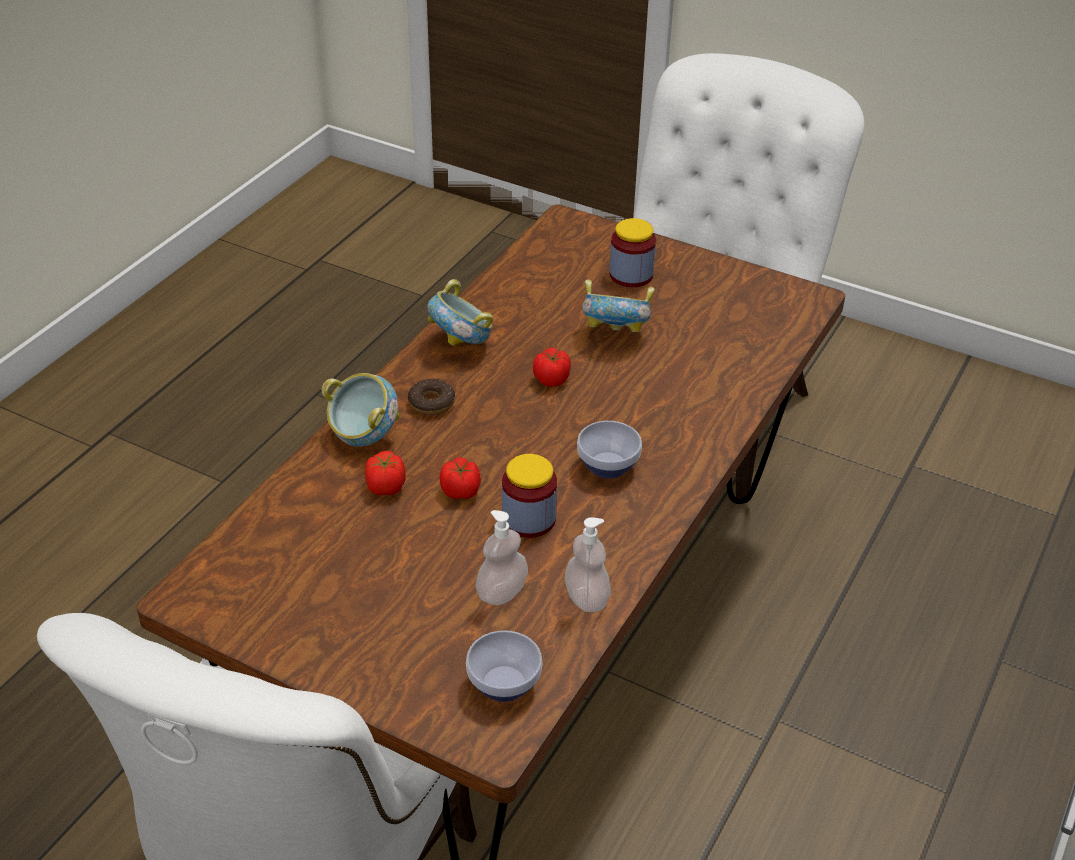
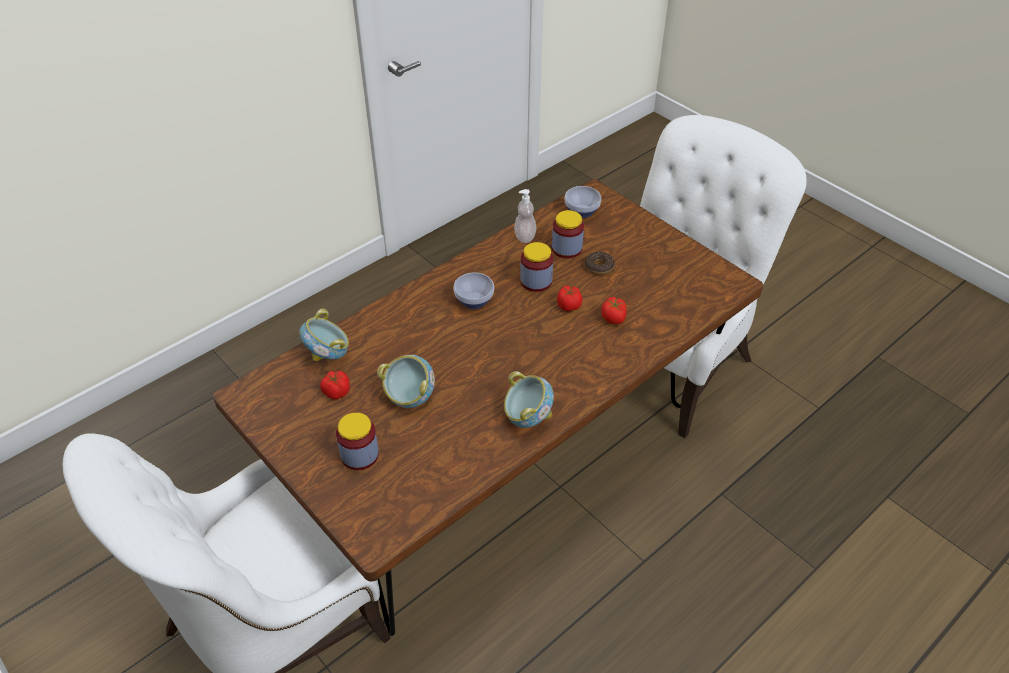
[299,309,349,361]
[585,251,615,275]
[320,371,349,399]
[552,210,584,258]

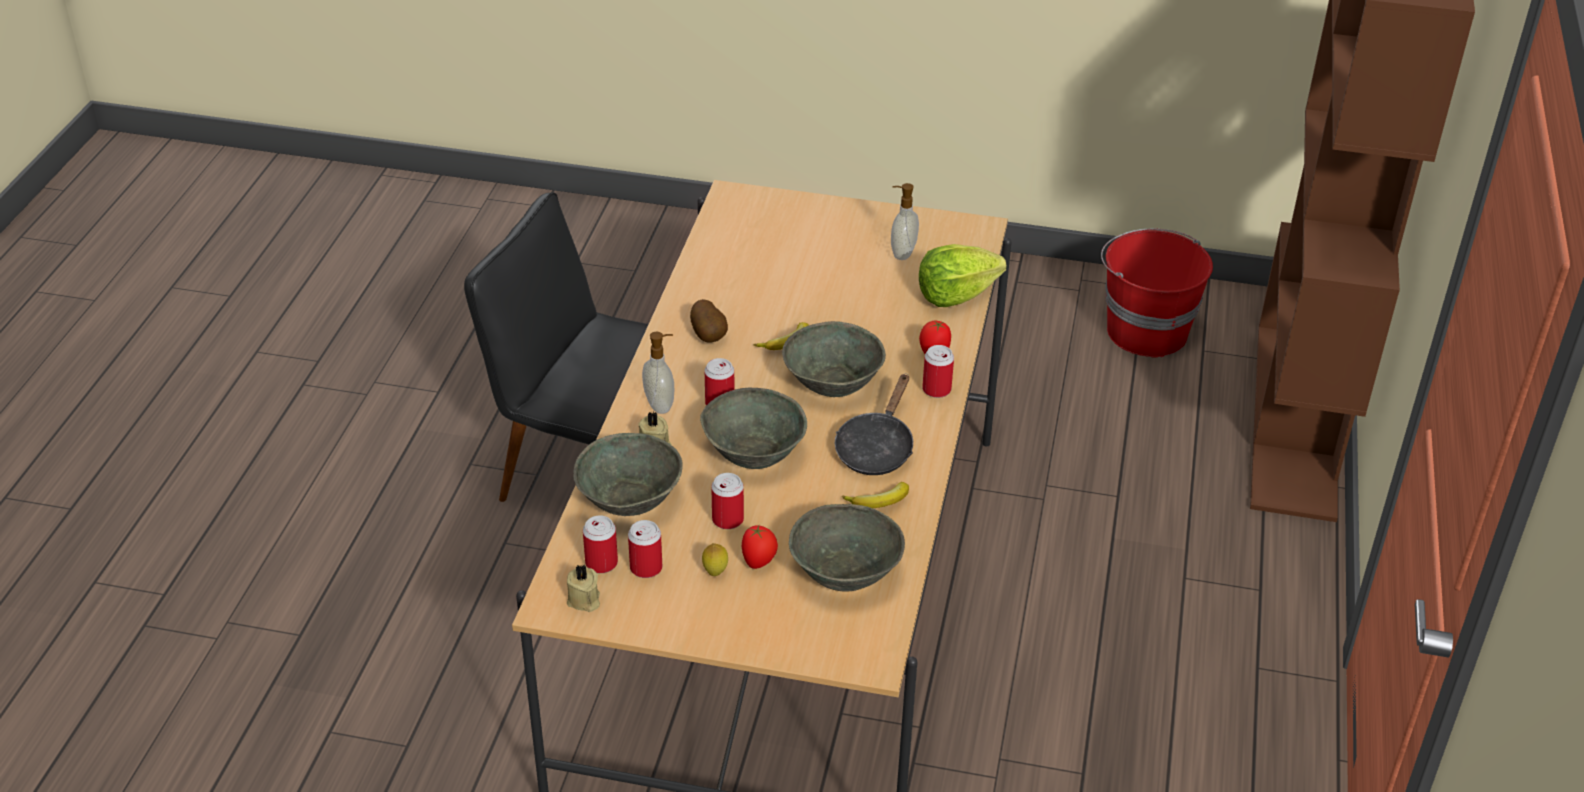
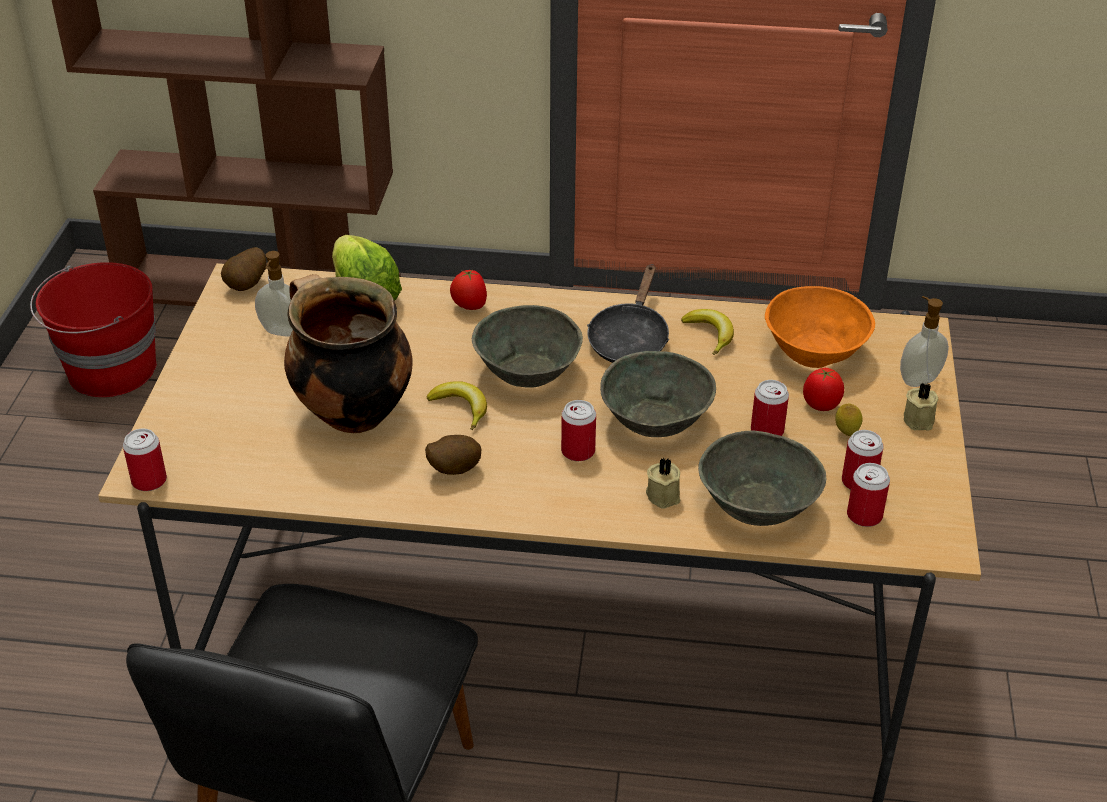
[221,247,267,291]
[284,274,413,433]
[904,382,938,431]
[900,296,949,387]
[123,429,167,491]
[765,286,875,368]
[587,264,669,363]

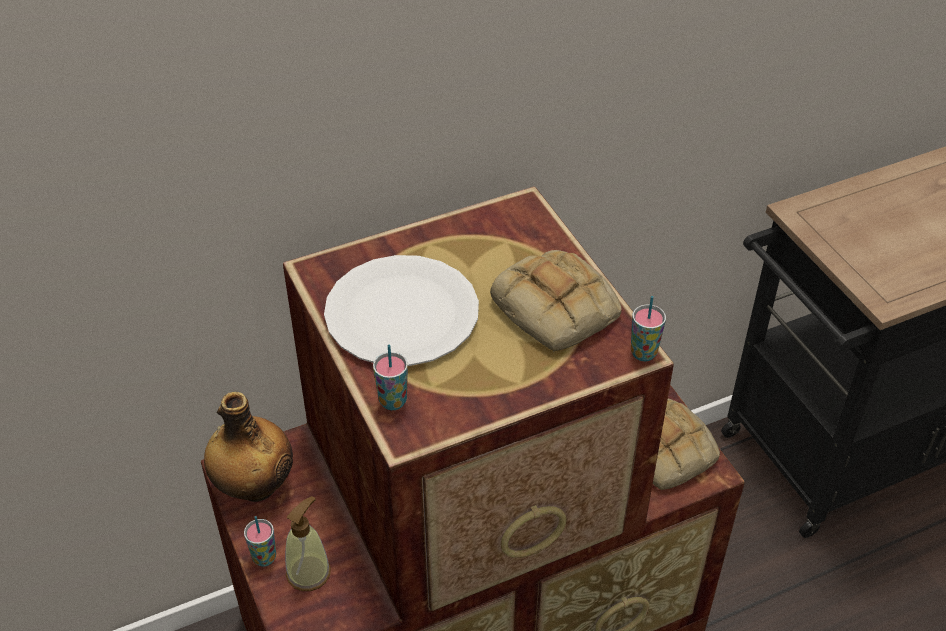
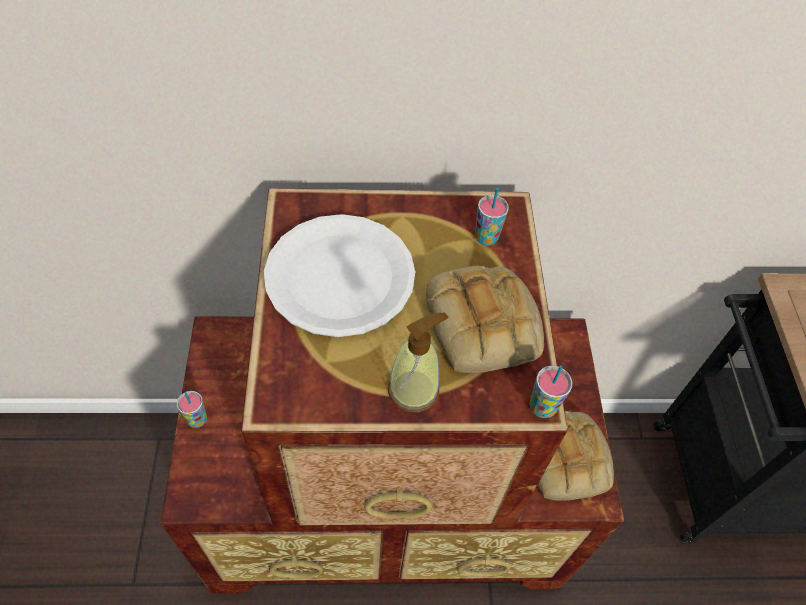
[204,392,293,502] (first image)
[388,312,448,413]
[475,188,509,246]

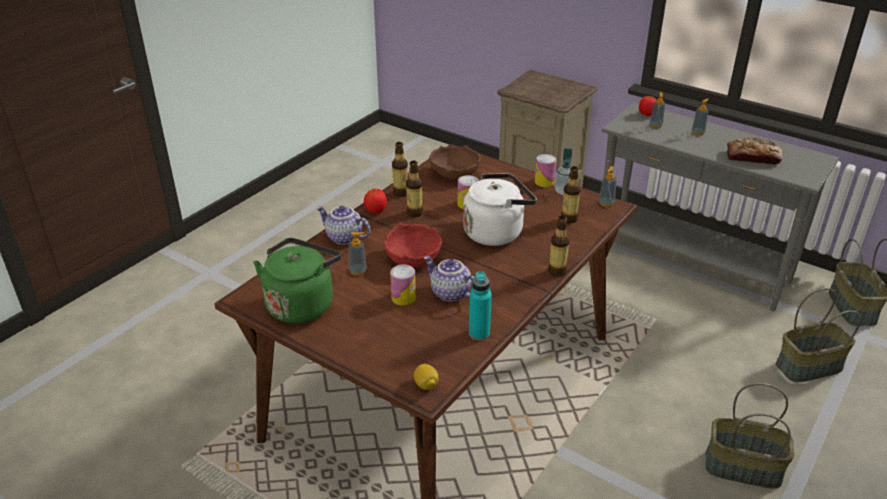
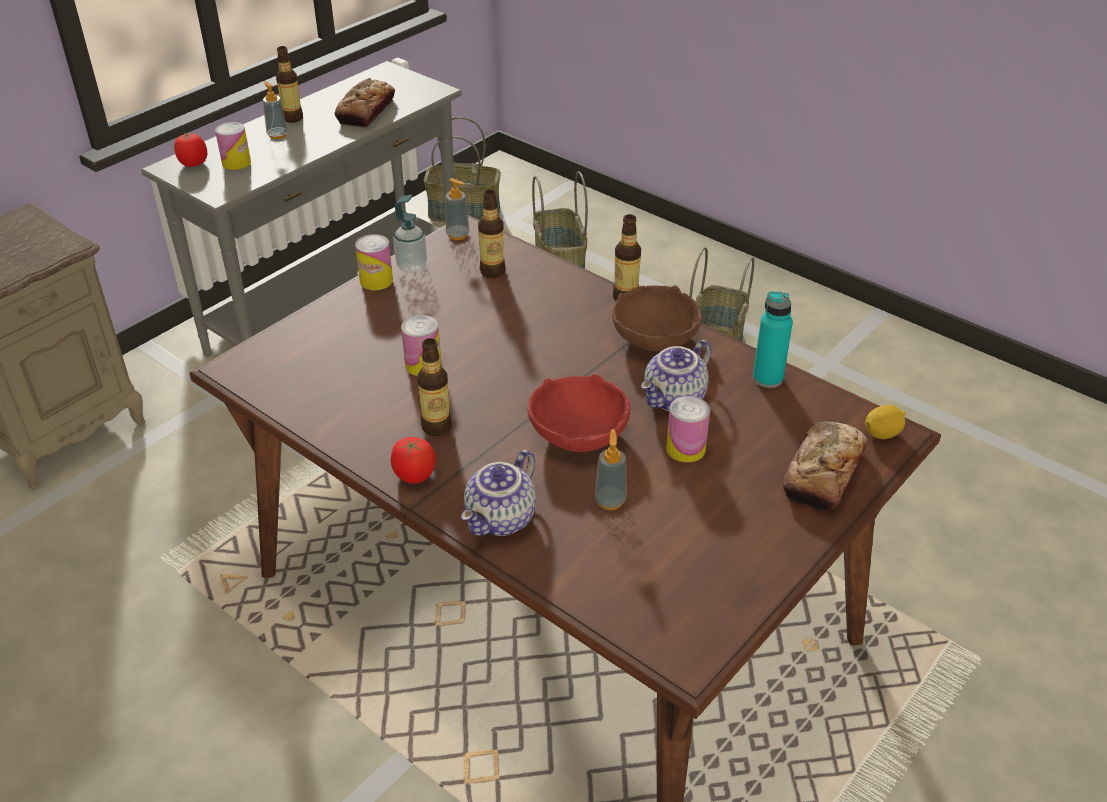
[253,238,341,324] (first image)
[463,173,537,246] (first image)
[783,421,868,514]
[276,46,303,123]
[612,285,703,351]
[215,122,251,170]

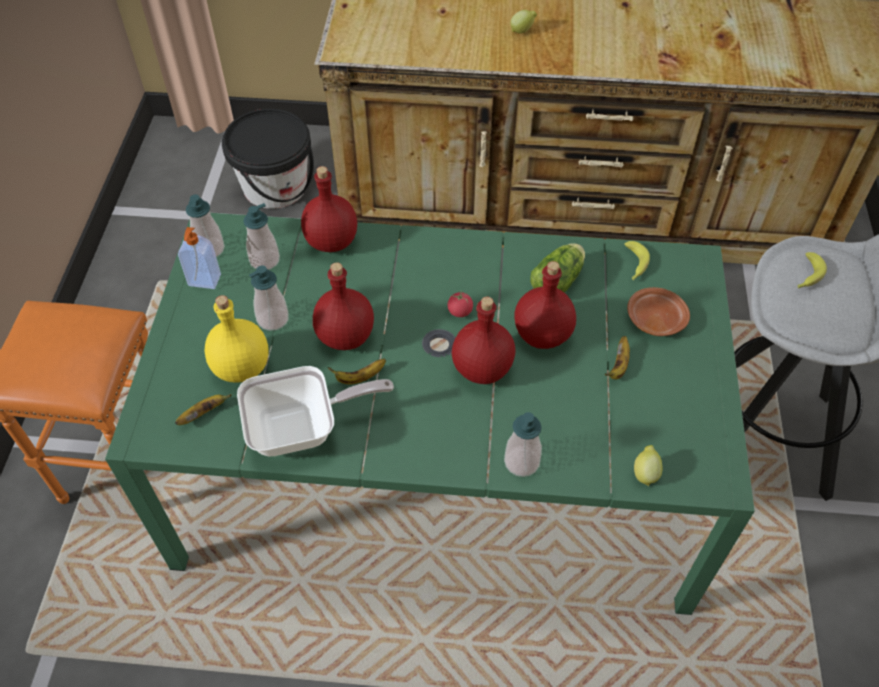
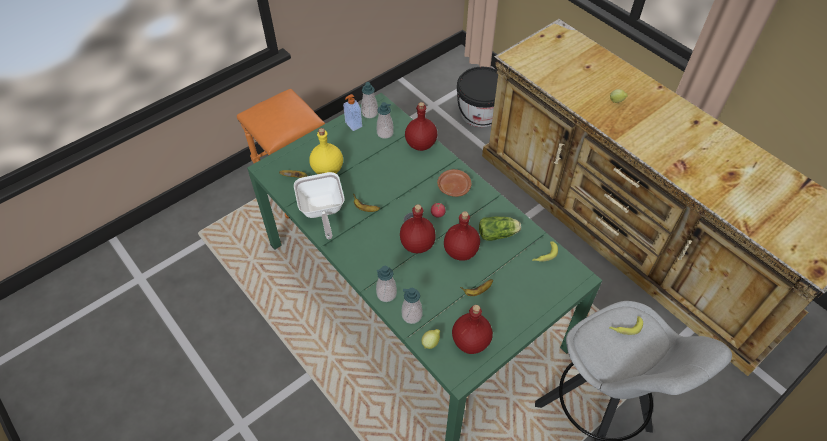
[402,288,423,324]
[452,305,493,354]
[437,169,471,197]
[294,172,344,239]

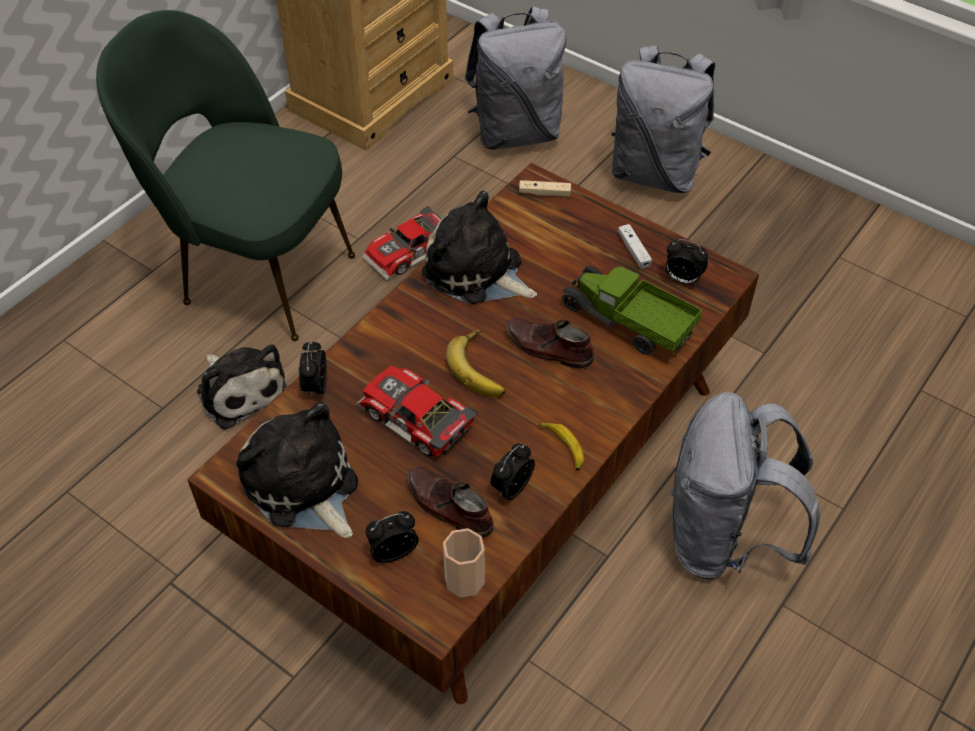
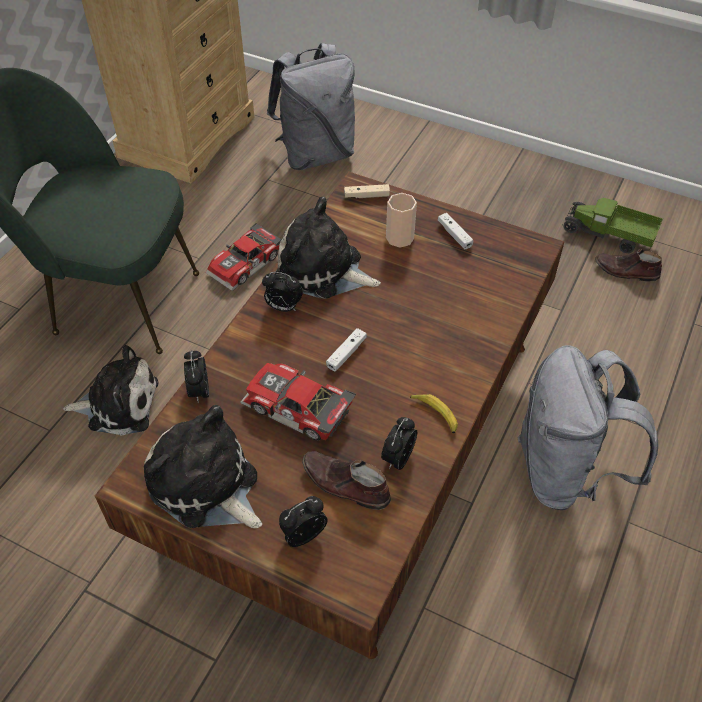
[611,45,715,193] (first image)
[386,193,417,248]
[595,249,662,282]
[562,198,663,253]
[262,272,303,312]
[326,328,367,371]
[63,345,159,436]

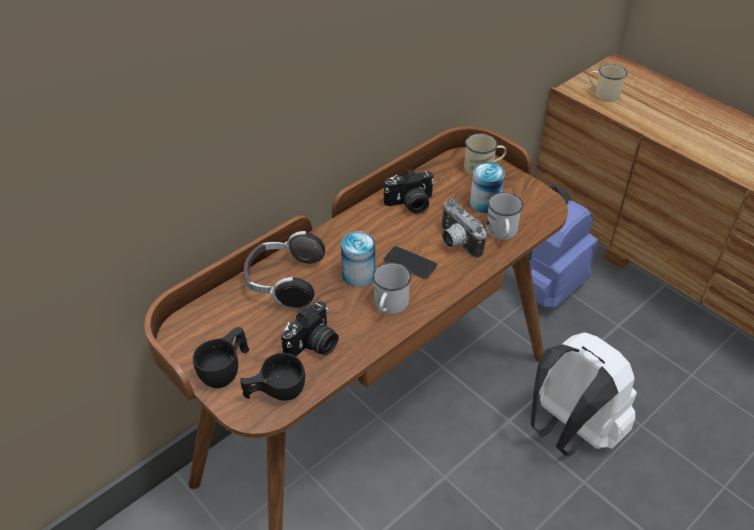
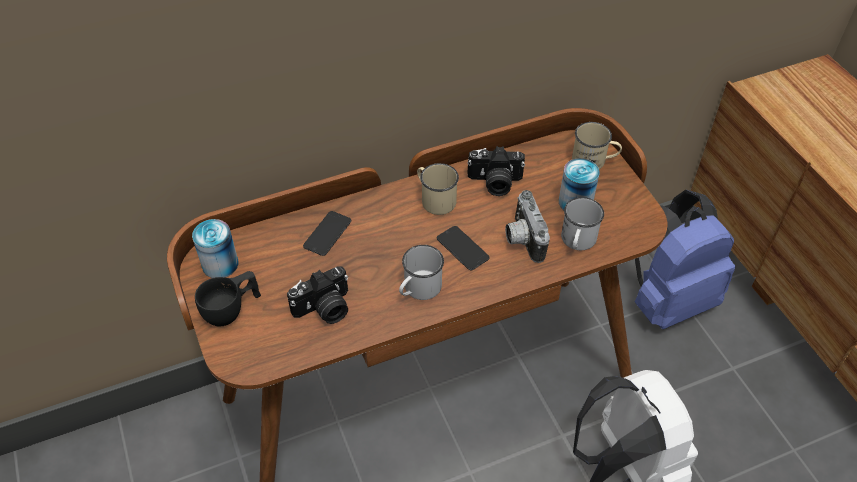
[240,353,305,401] (first image)
[192,219,238,278]
[417,163,459,215]
[303,211,351,256]

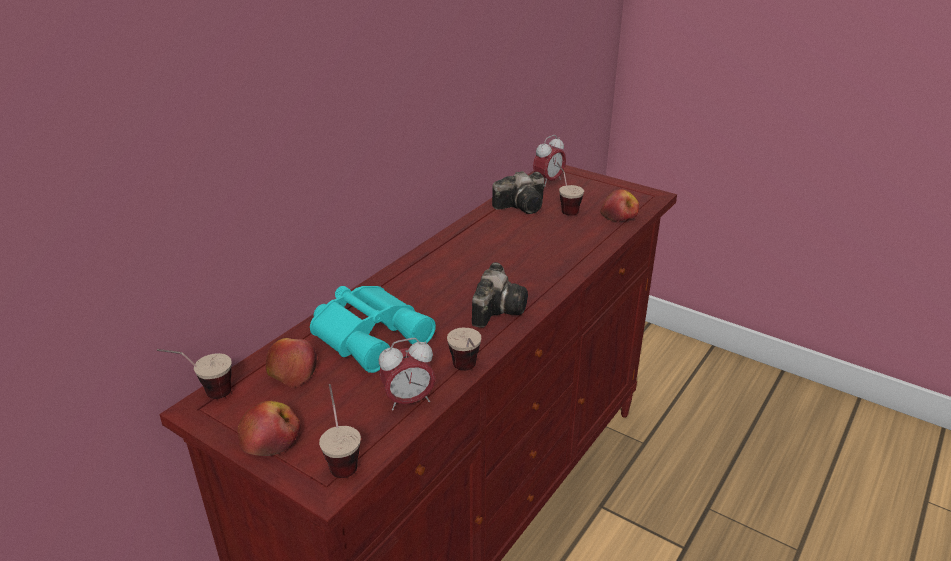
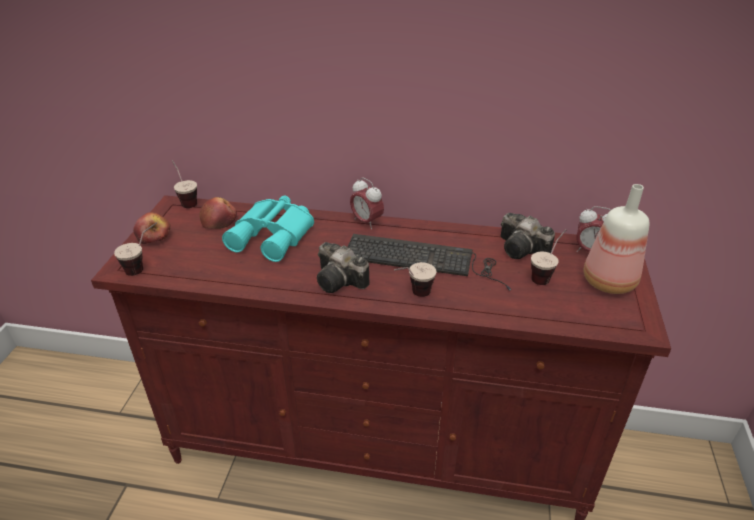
[600,189,639,222] (first image)
[348,234,511,290]
[584,184,650,294]
[350,178,384,230]
[394,262,436,297]
[317,242,370,293]

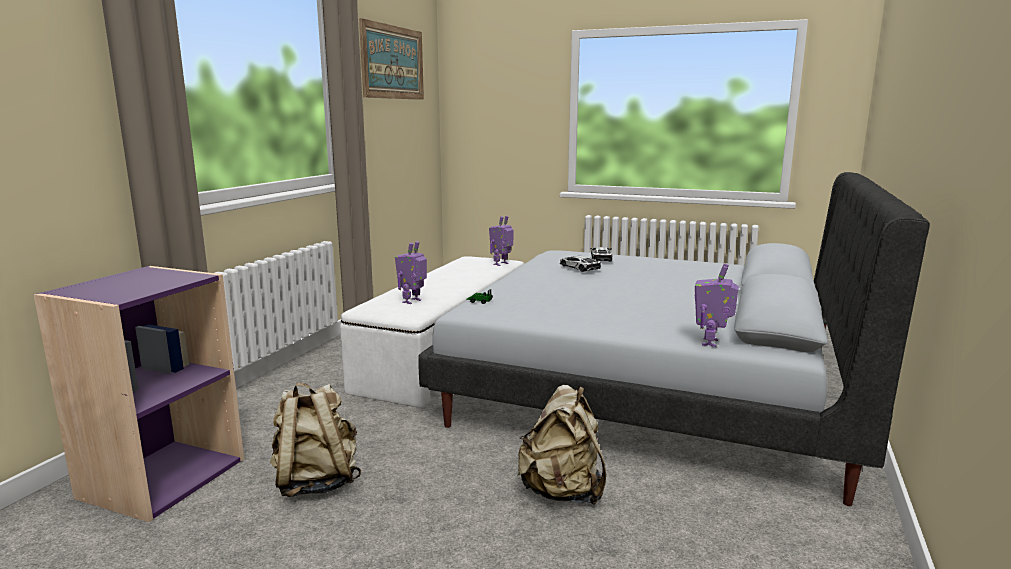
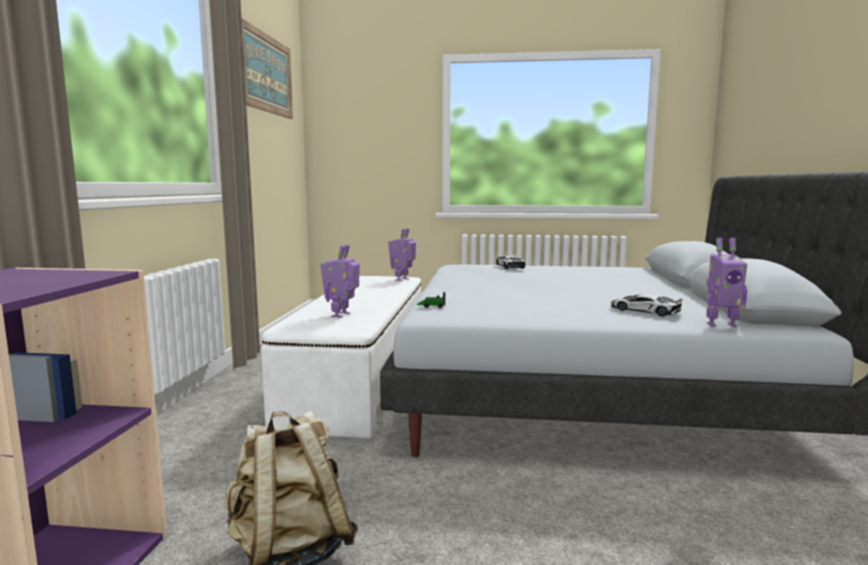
[517,385,606,505] (first image)
[611,294,683,317]
[706,238,747,328]

